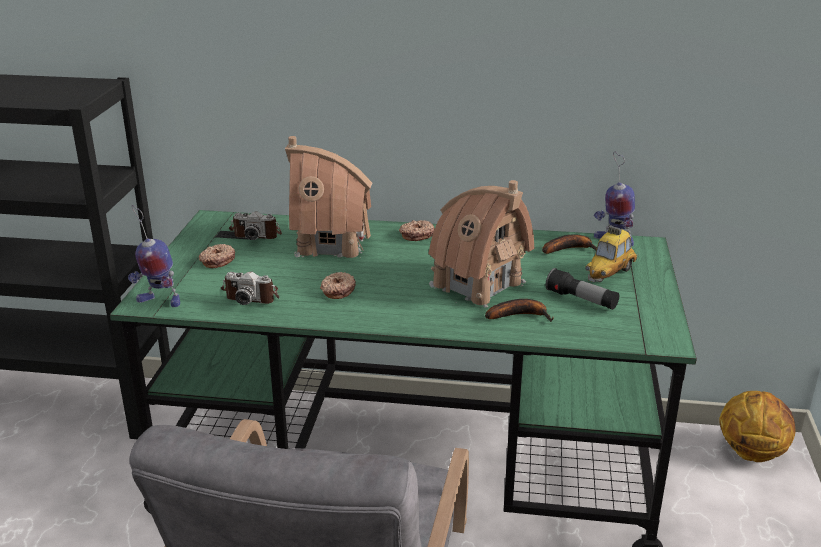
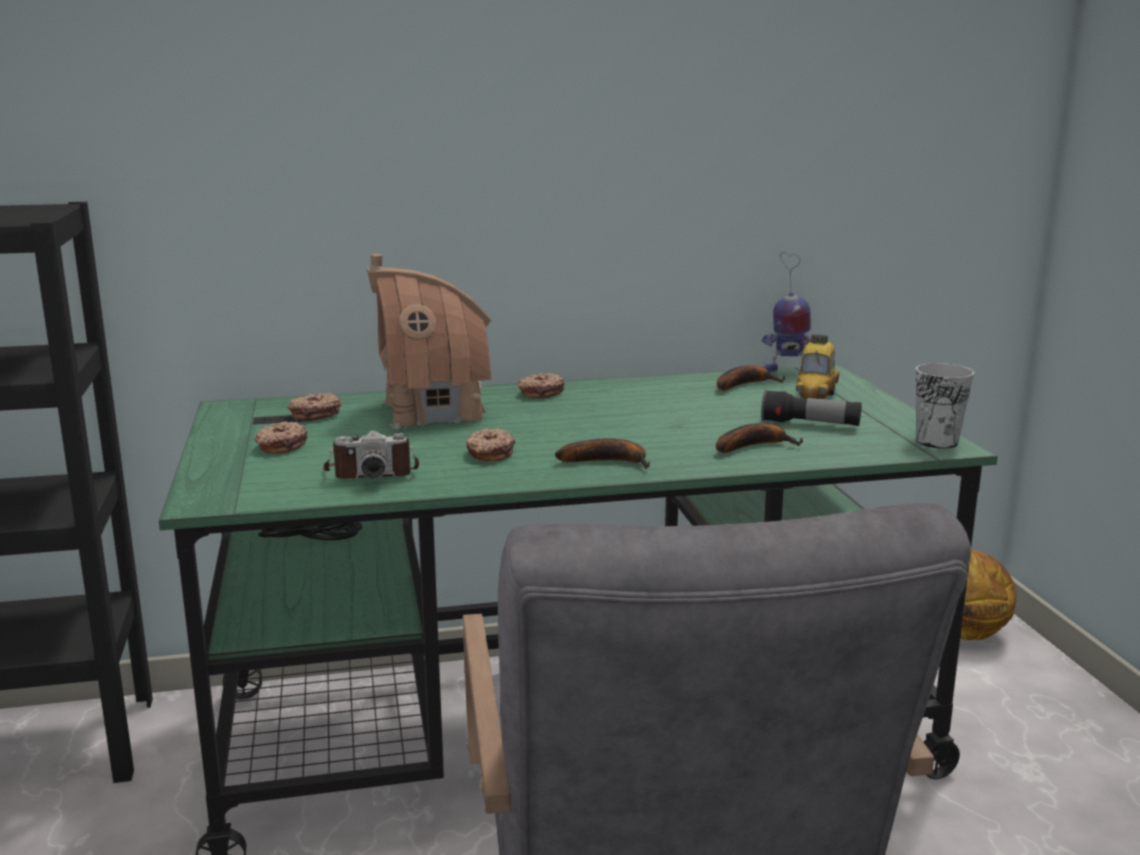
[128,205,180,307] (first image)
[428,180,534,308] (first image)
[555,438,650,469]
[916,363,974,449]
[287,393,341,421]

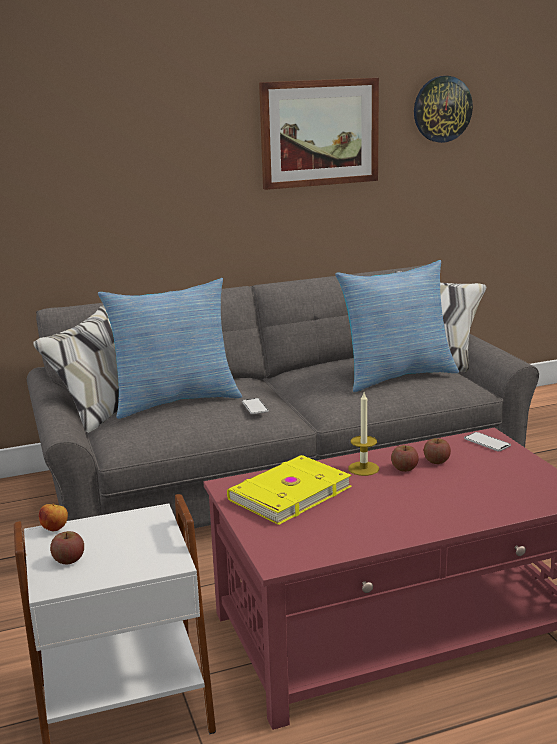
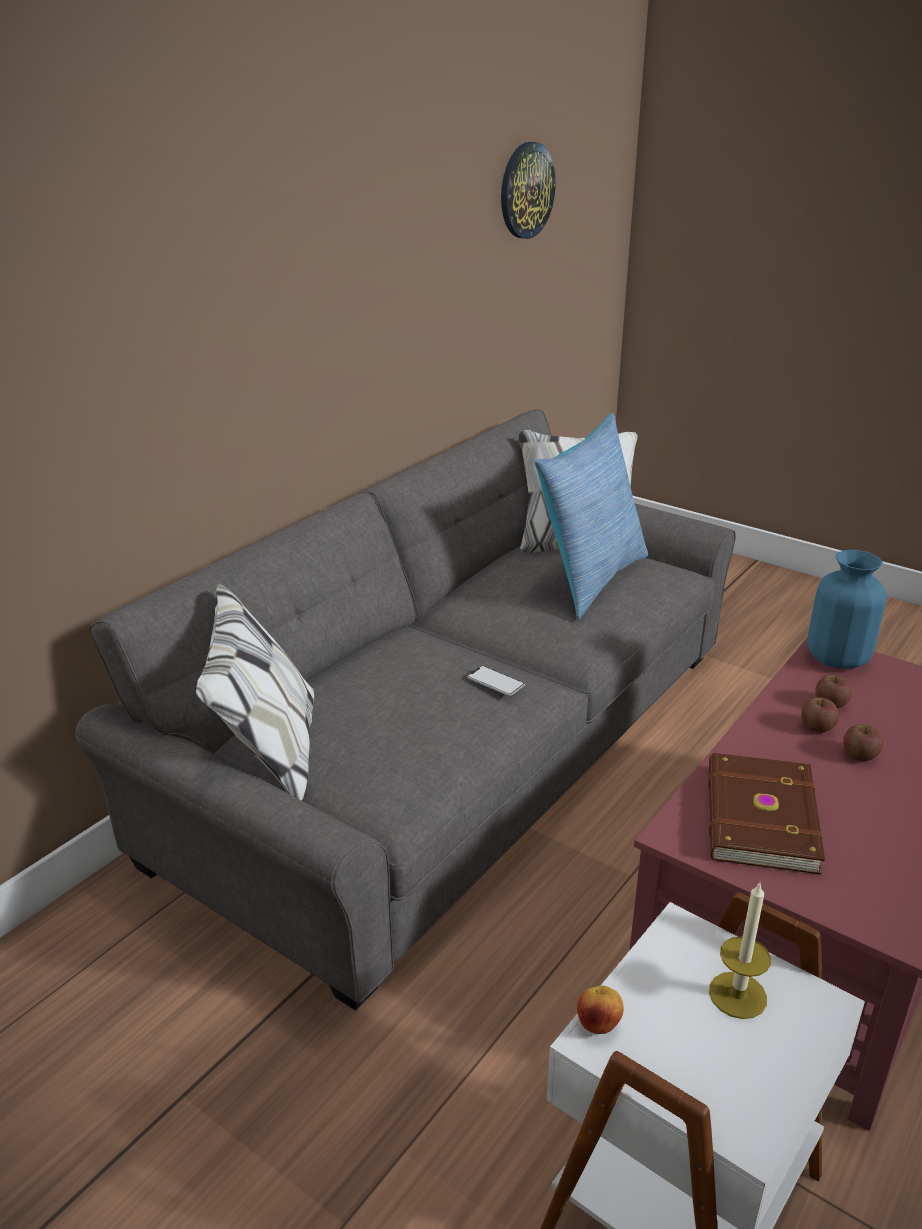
[98,278,242,419] (first image)
[259,78,379,190] (first image)
[843,724,883,761]
[709,882,771,1019]
[807,550,887,669]
[708,753,825,875]

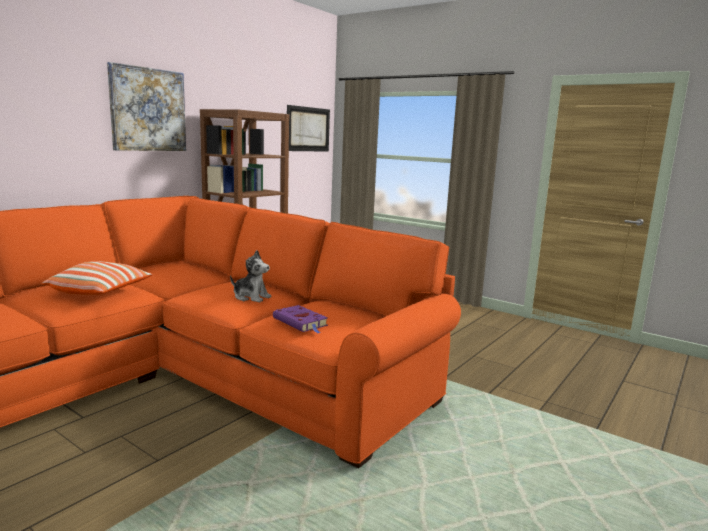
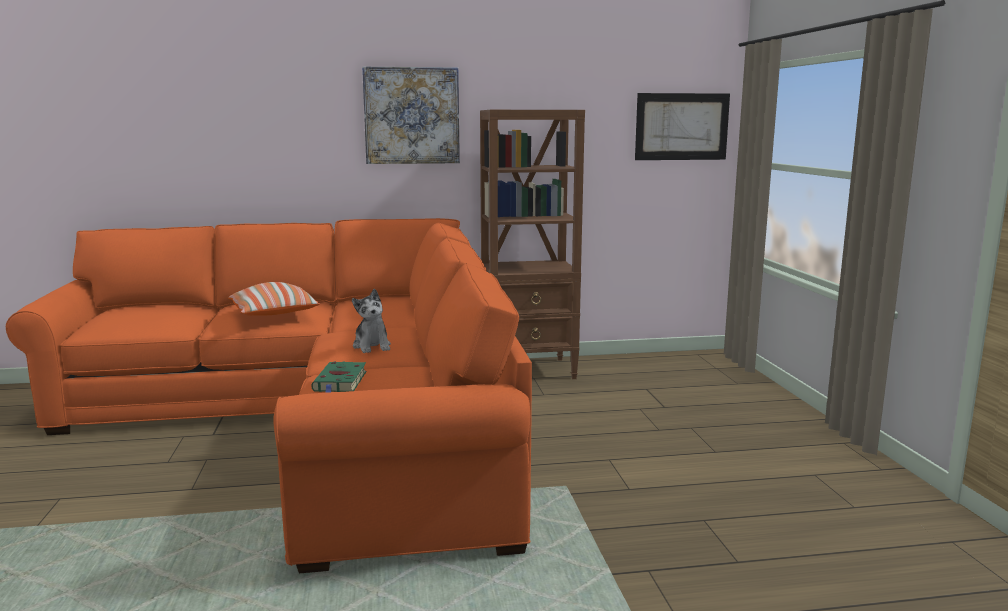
[311,362,366,393]

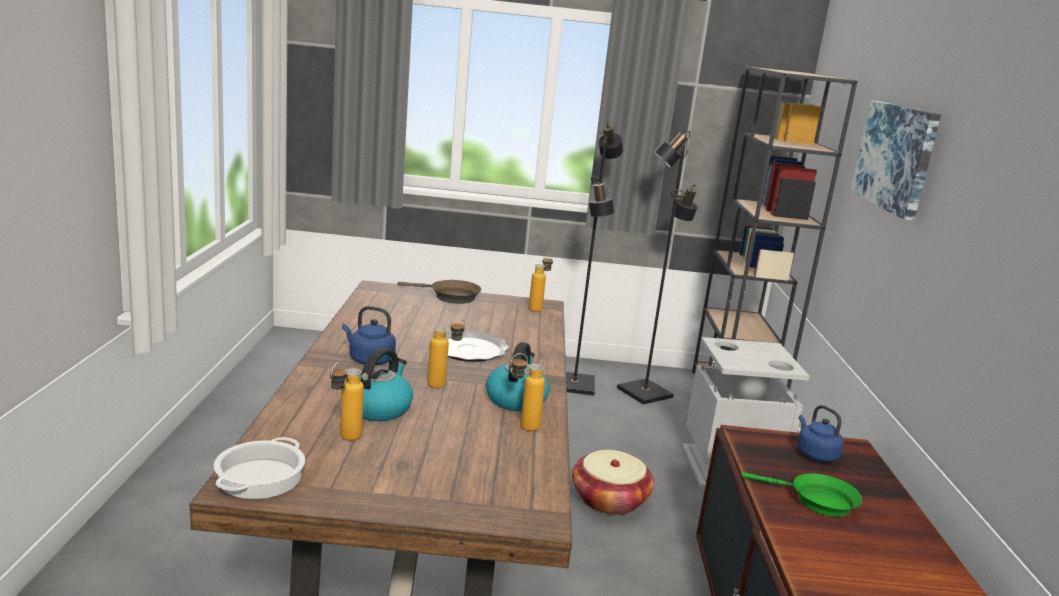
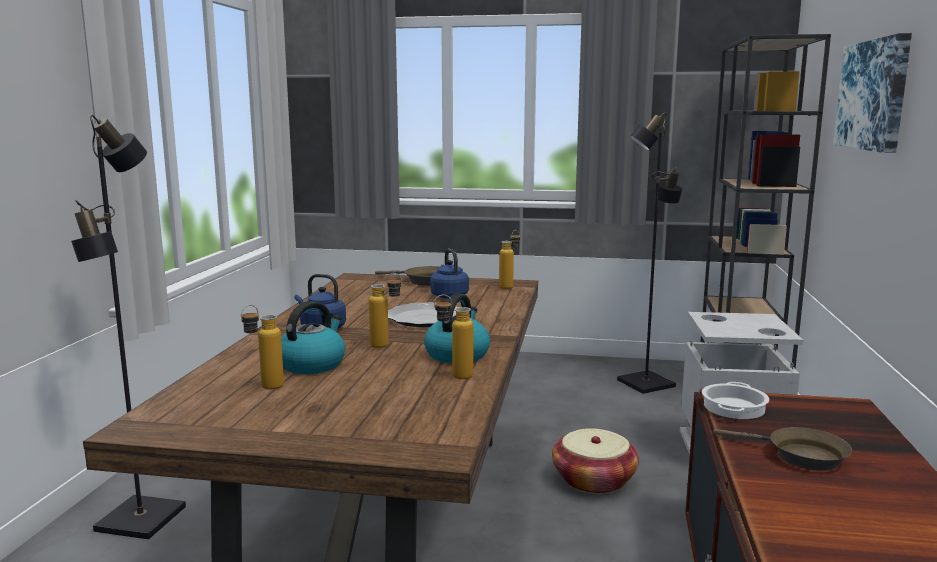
[702,382,769,419]
[71,115,186,539]
[430,249,469,299]
[713,427,852,471]

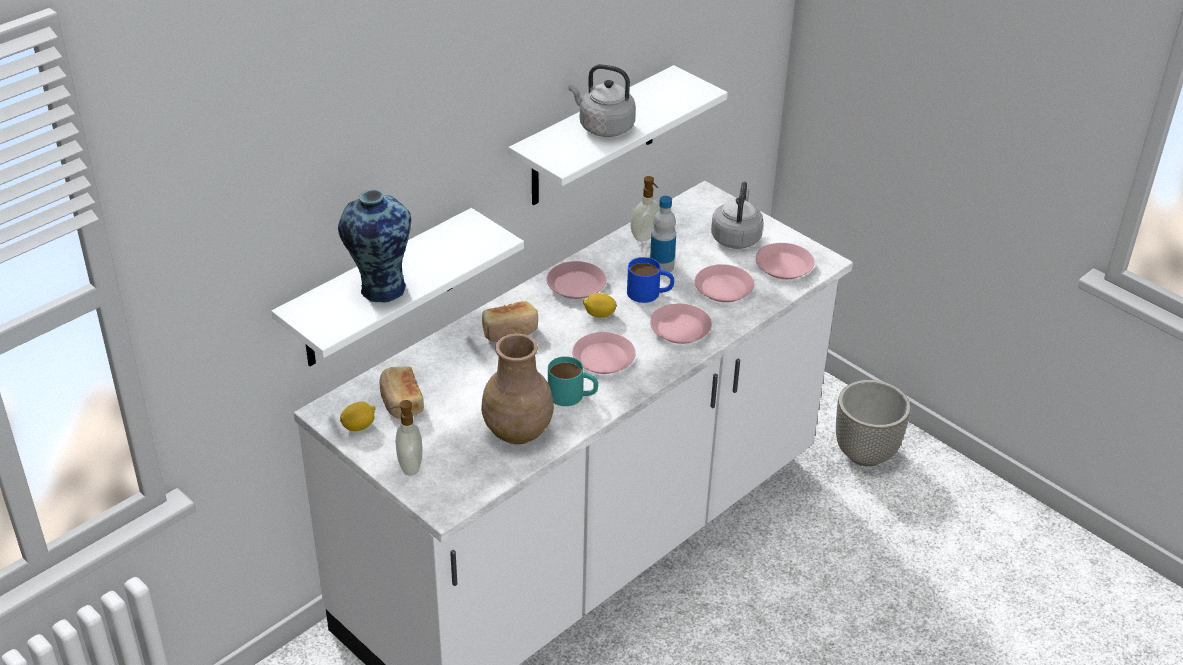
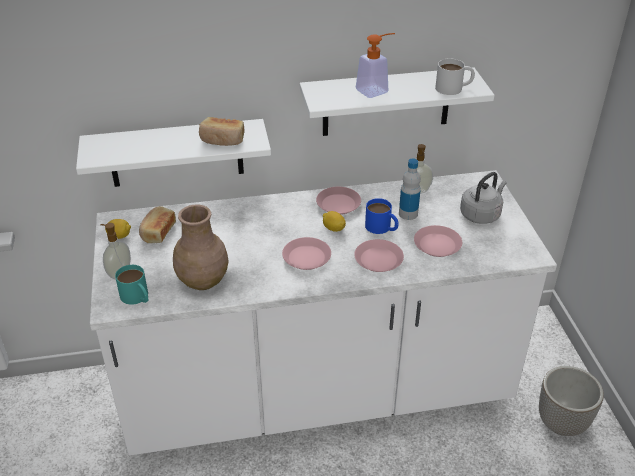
[338,190,411,302] (first image)
[756,243,814,279] (first image)
[435,58,475,95]
[199,117,244,146]
[115,265,148,305]
[356,33,395,98]

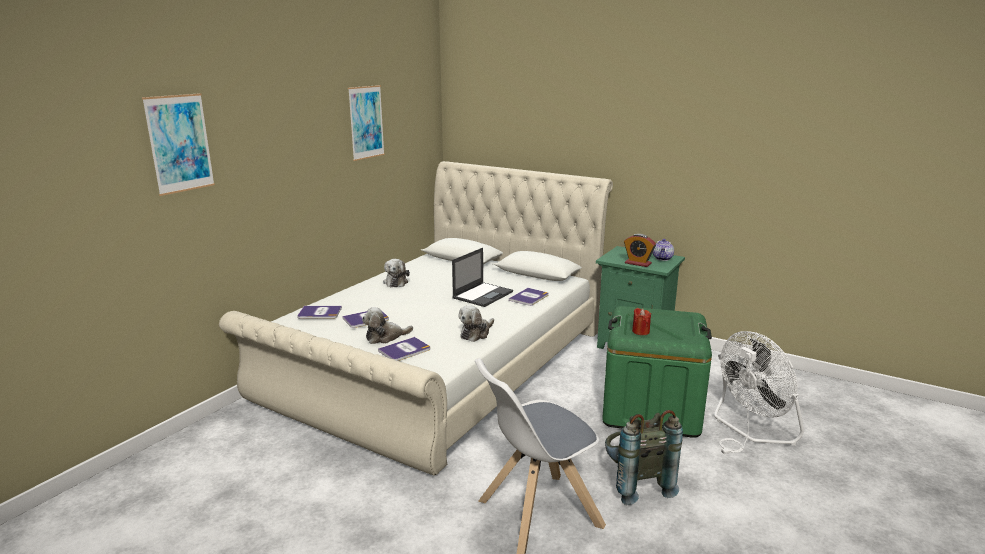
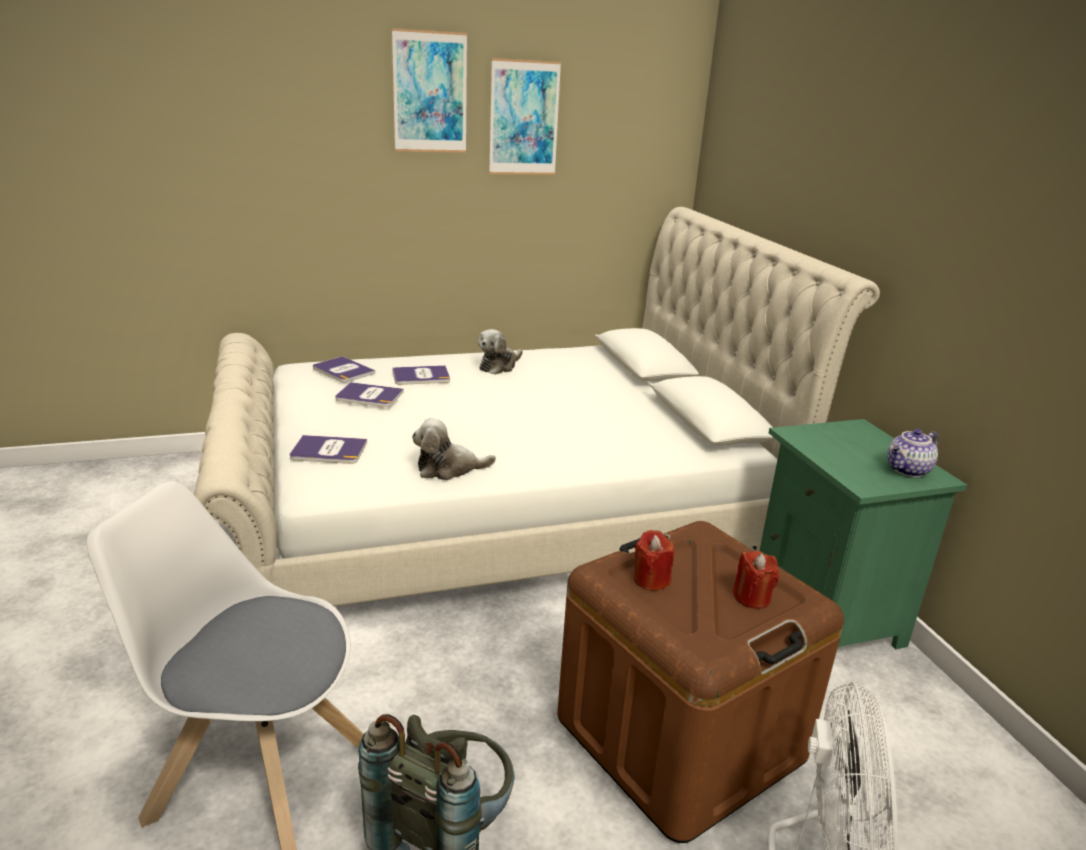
[362,307,413,344] (first image)
[452,248,513,307] (first image)
[624,234,656,267] (first image)
[733,550,779,609]
[392,28,467,152]
[392,365,450,385]
[557,521,844,843]

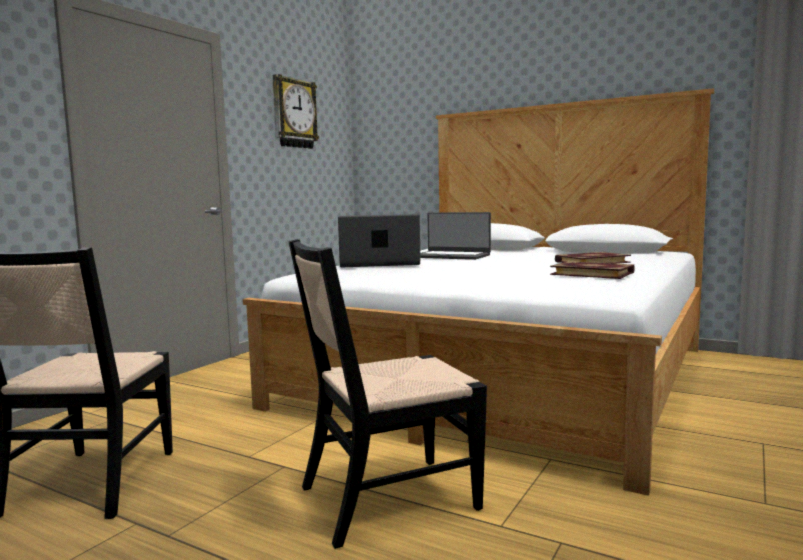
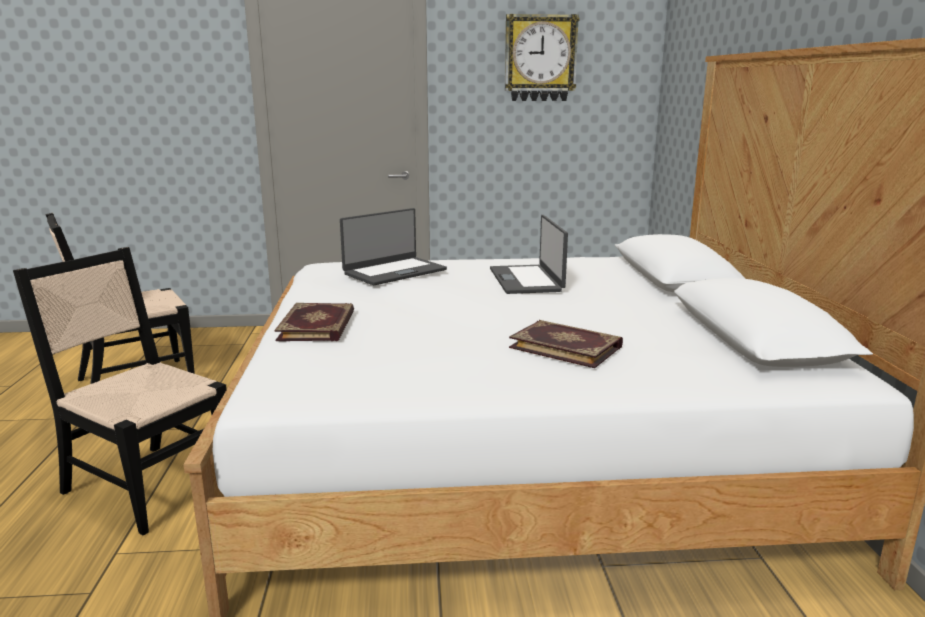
[275,303,354,341]
[340,208,447,285]

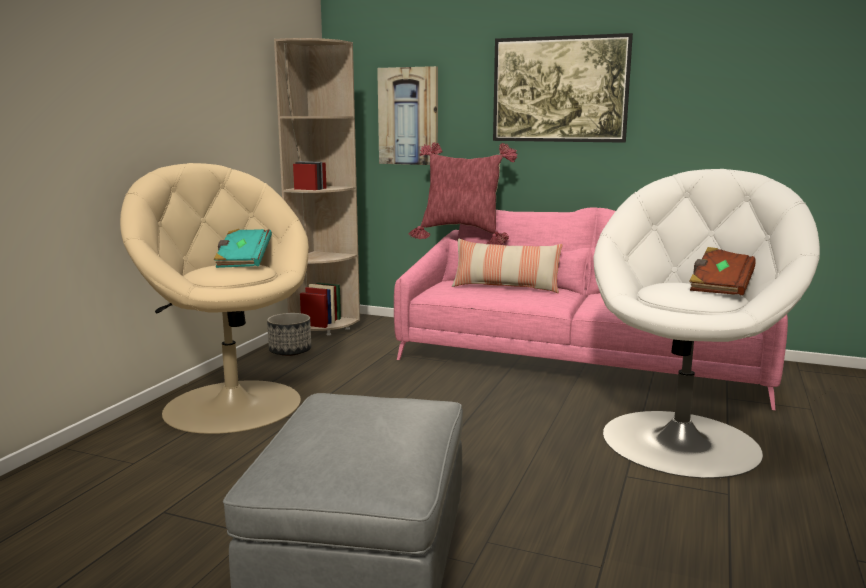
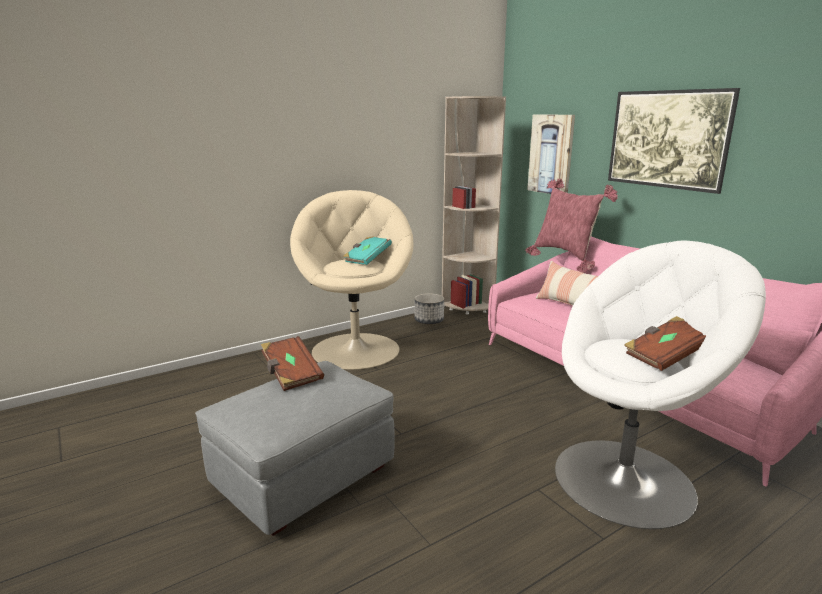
[261,336,324,391]

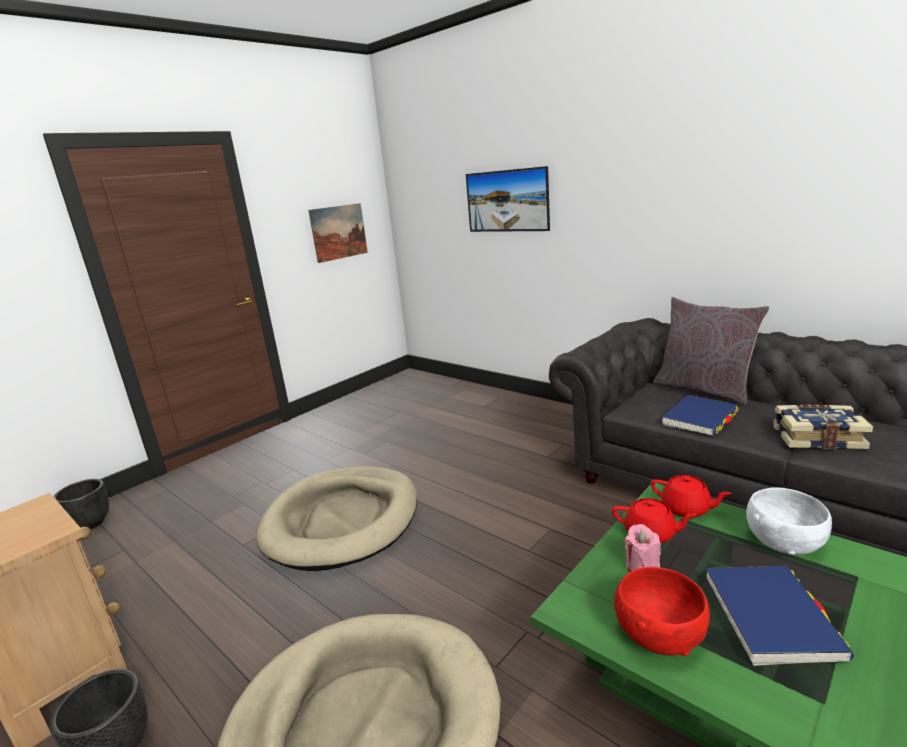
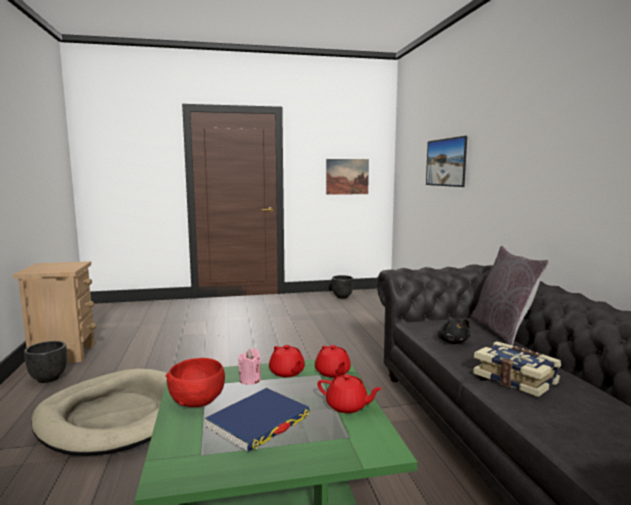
[256,466,417,571] (first image)
[332,275,354,299]
[438,318,470,344]
[317,374,382,413]

